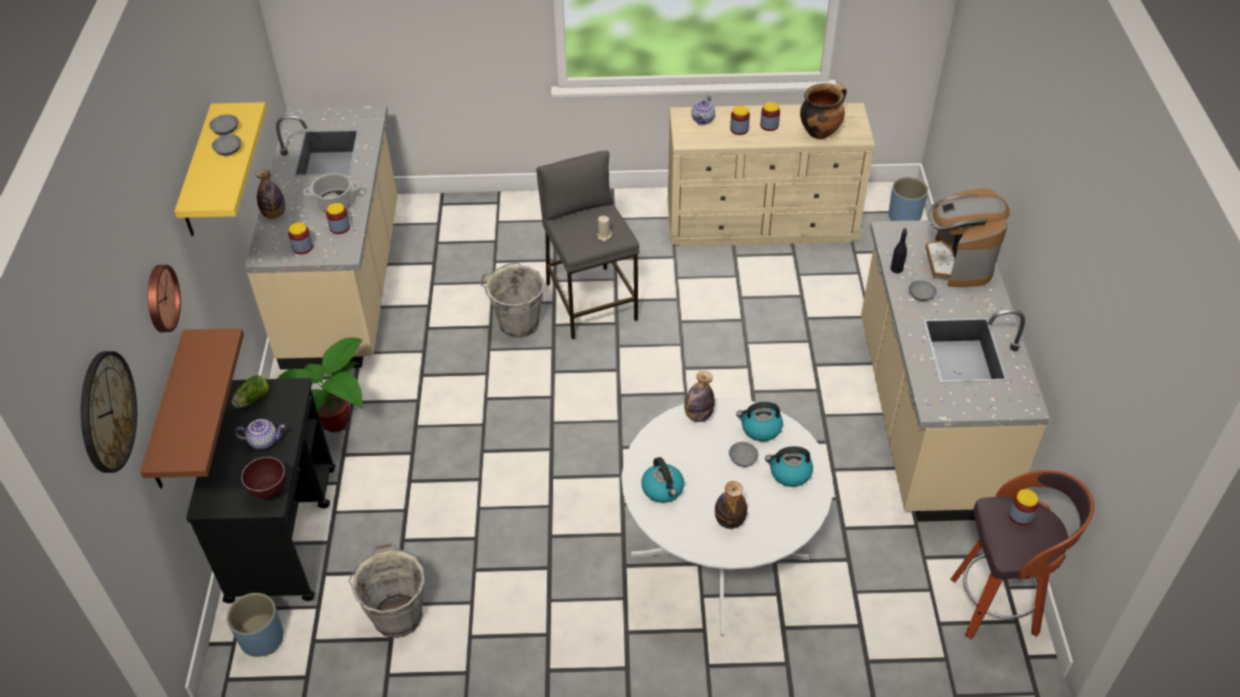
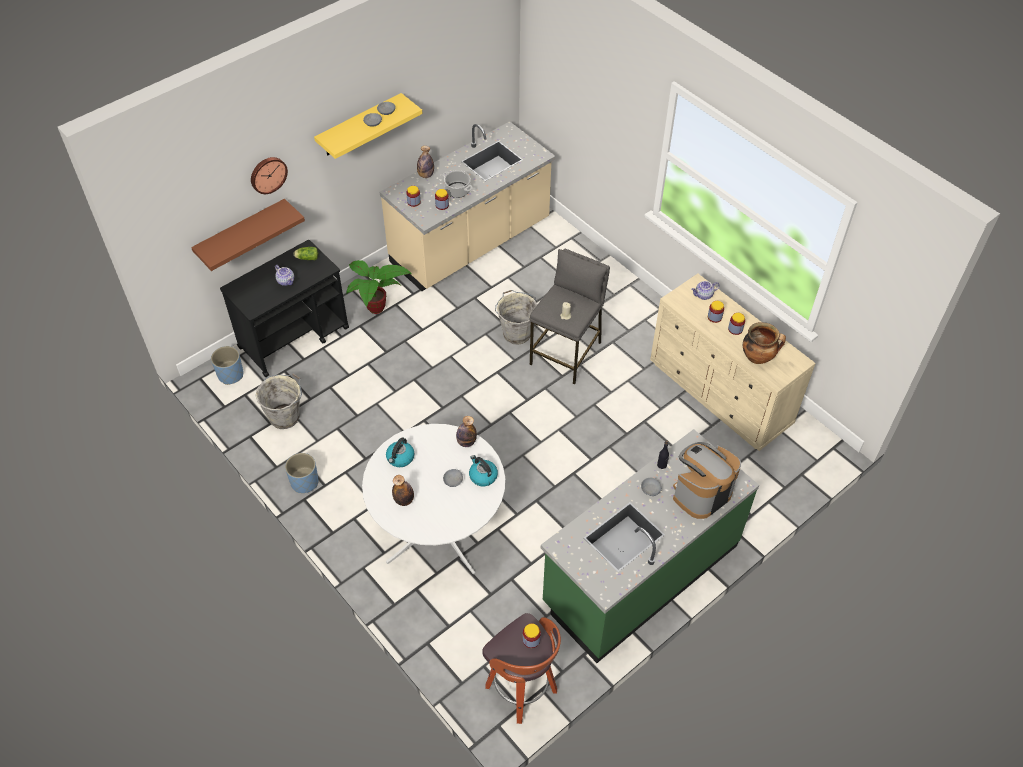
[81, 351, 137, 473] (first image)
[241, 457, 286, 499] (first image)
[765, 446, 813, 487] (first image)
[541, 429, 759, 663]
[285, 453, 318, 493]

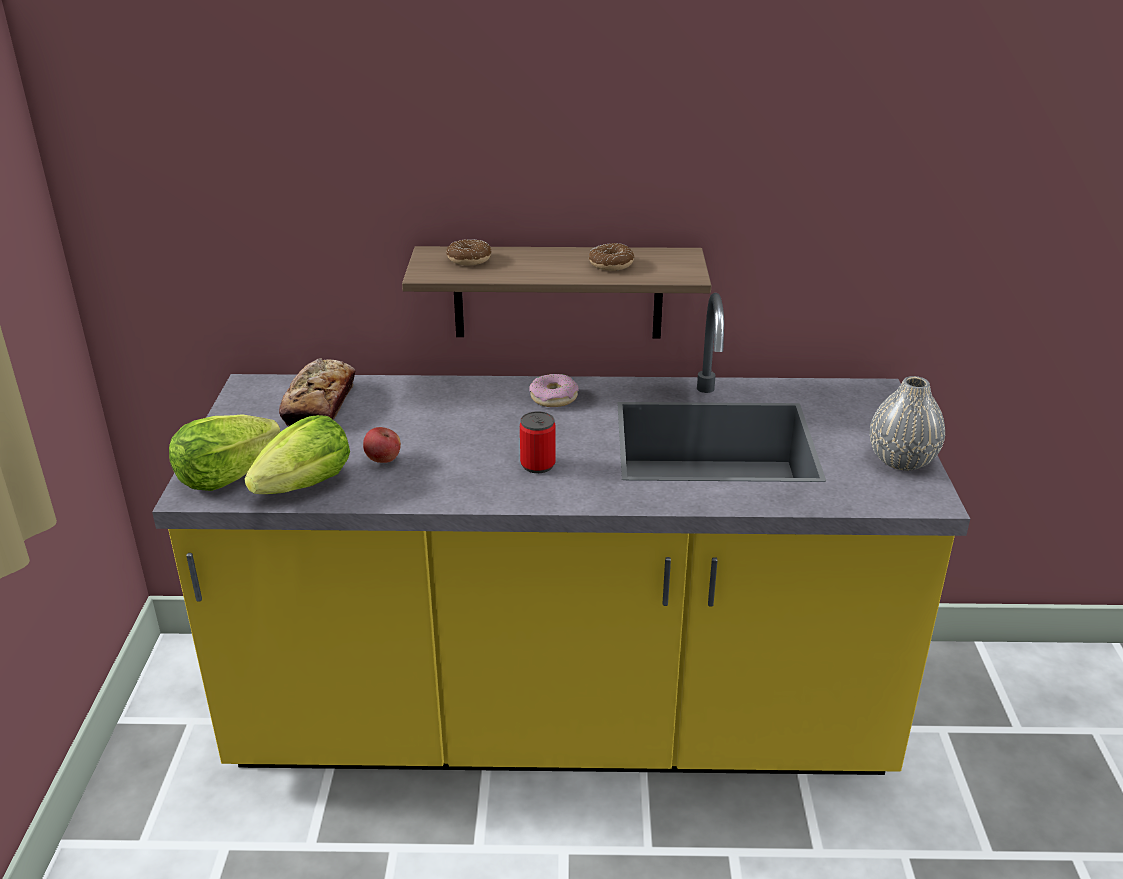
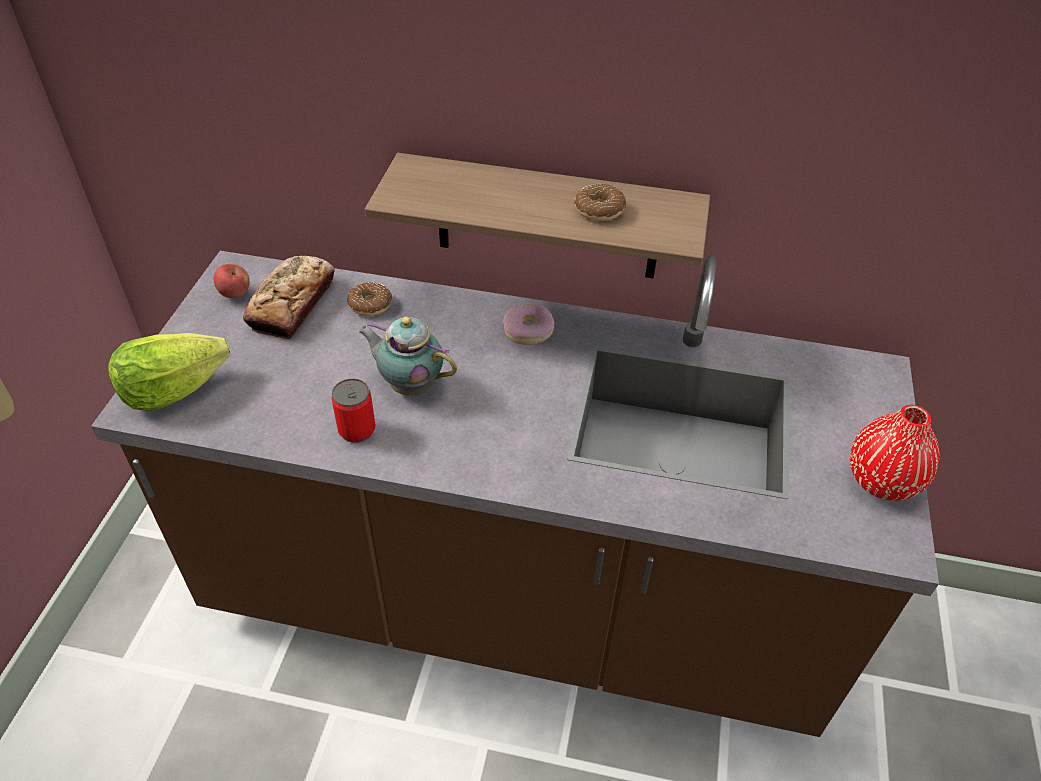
[91, 251, 939, 737]
[244, 415, 350, 494] (first image)
[214, 264, 250, 298]
[347, 282, 392, 316]
[332, 379, 375, 443]
[850, 405, 939, 501]
[358, 317, 457, 396]

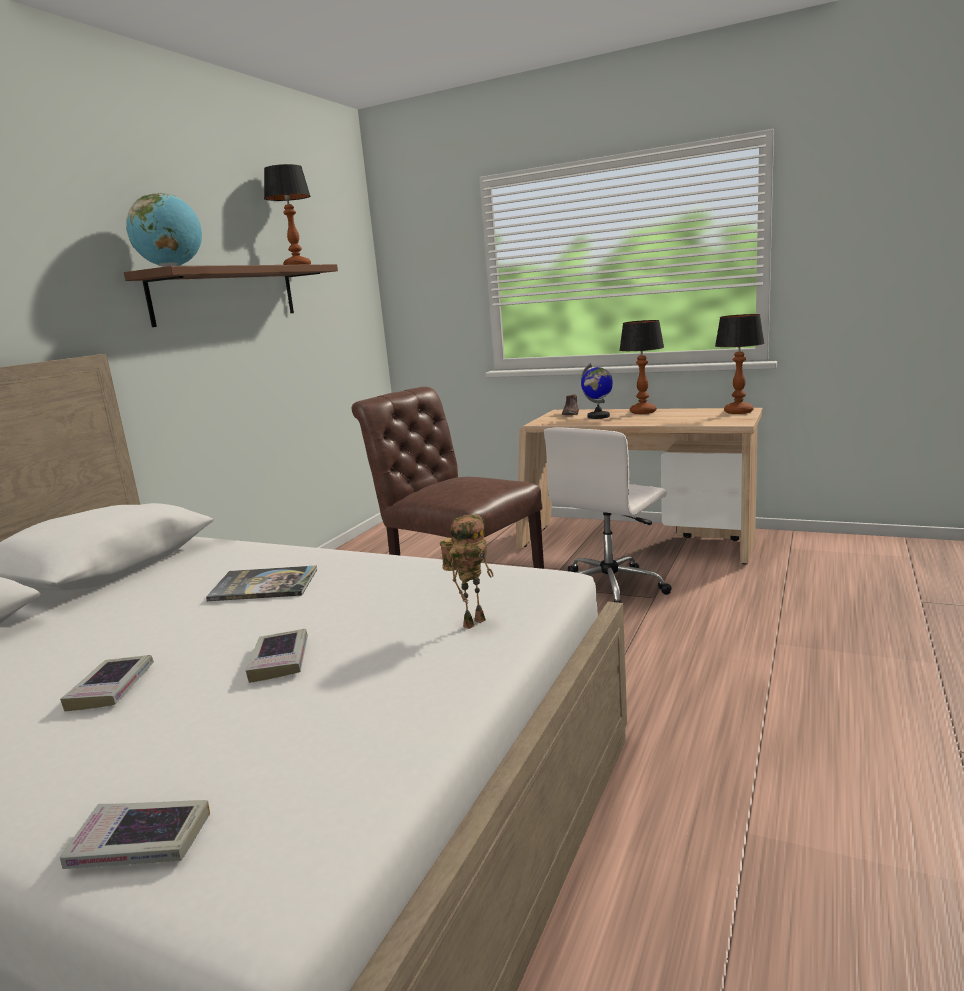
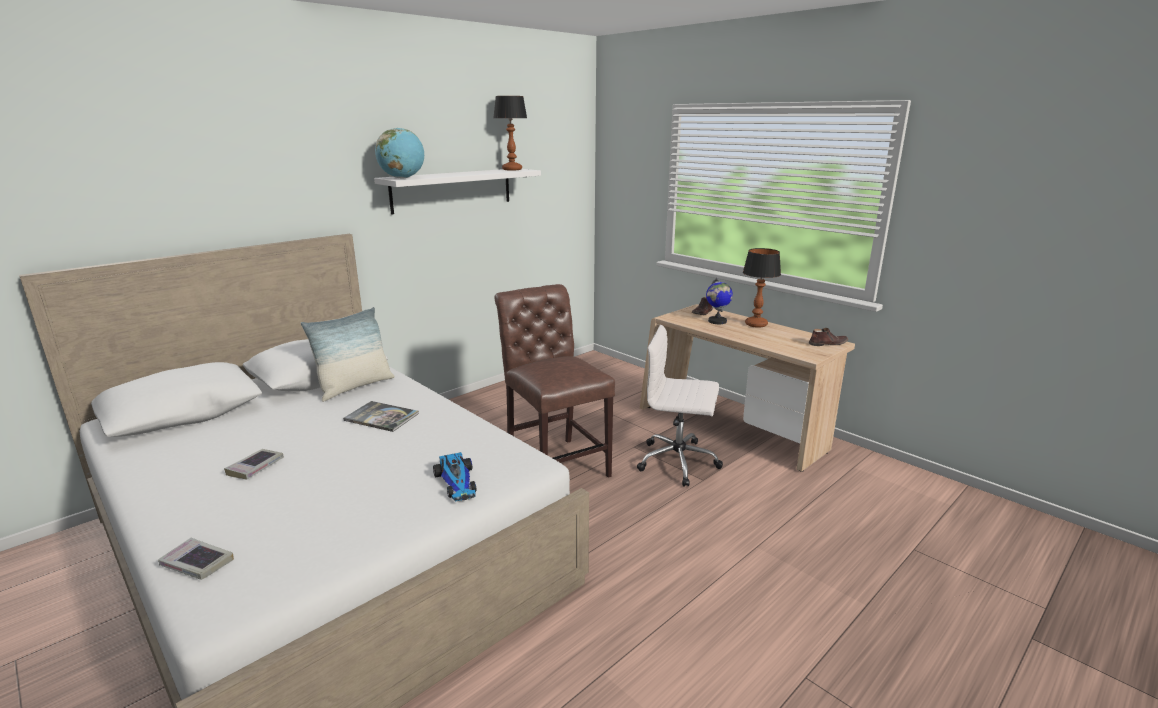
[374, 169, 541, 215]
[246, 629, 308, 683] (first image)
[433, 452, 477, 501]
[637, 325, 723, 487]
[809, 328, 848, 346]
[300, 307, 395, 402]

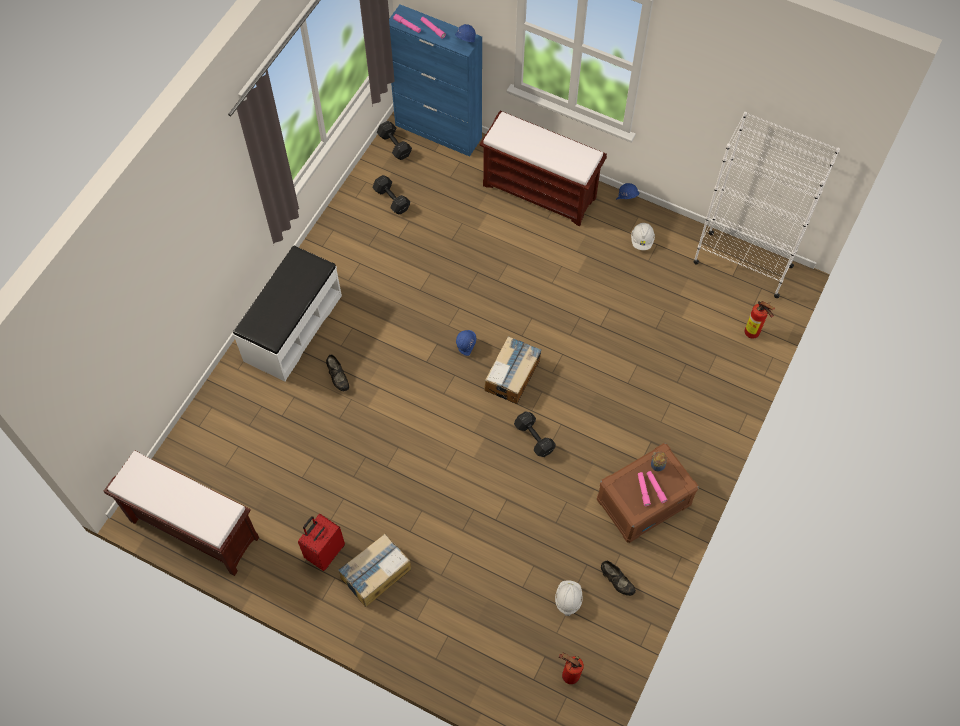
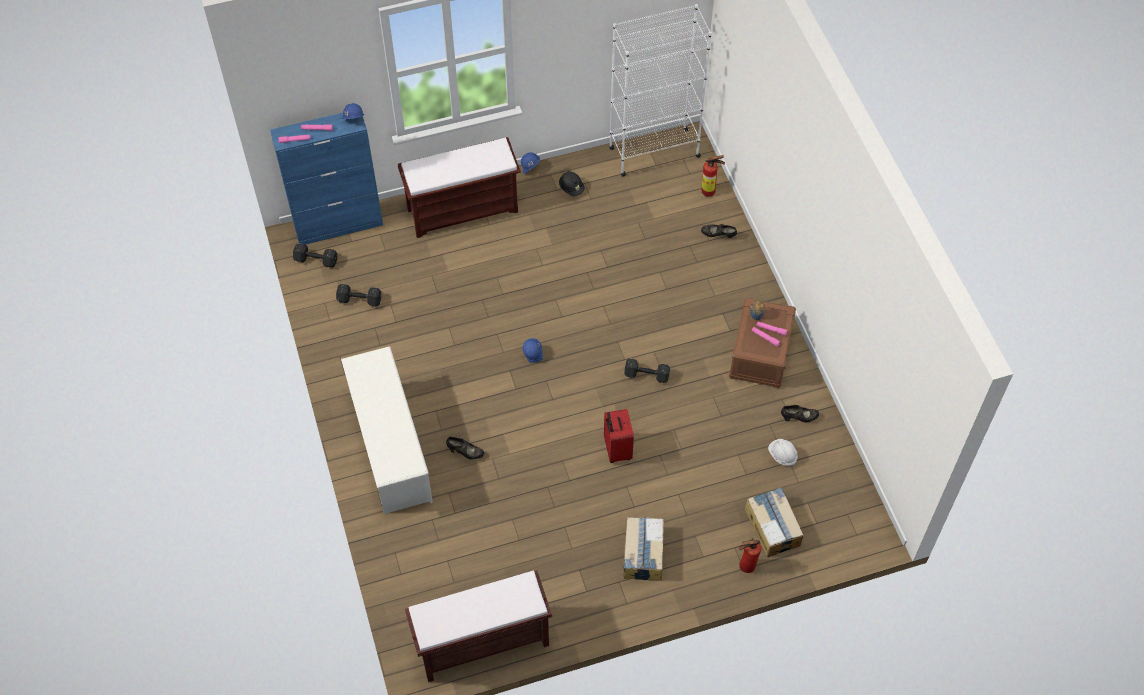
[341, 346, 433, 514]
[604, 409, 634, 463]
[745, 487, 804, 557]
[739, 538, 761, 573]
[559, 171, 585, 196]
[701, 224, 737, 238]

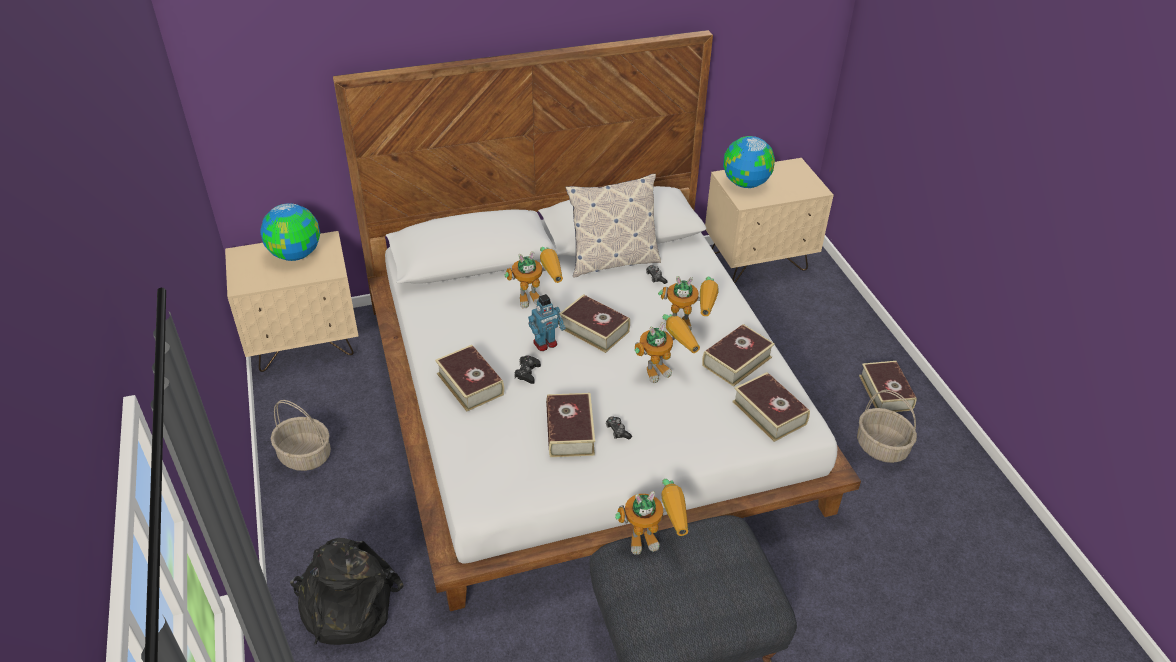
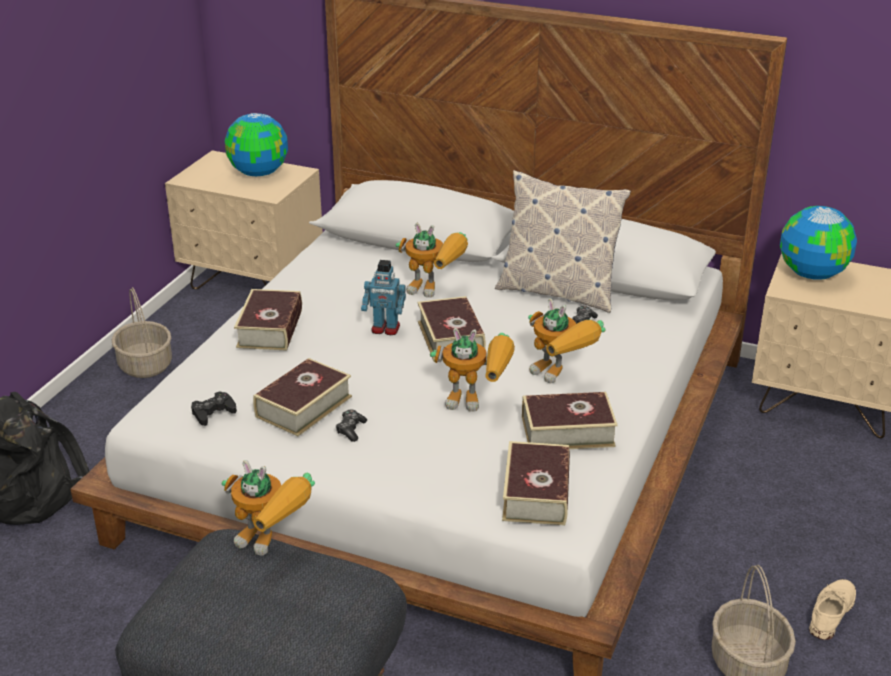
[191, 391, 237, 426]
[809, 579, 856, 640]

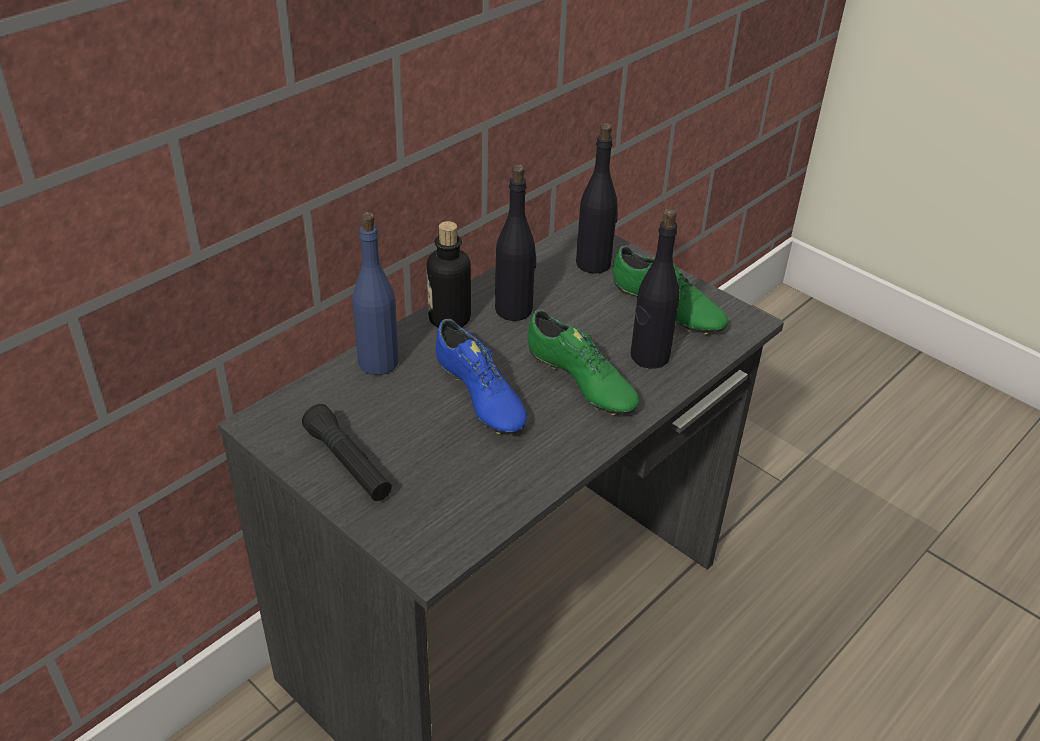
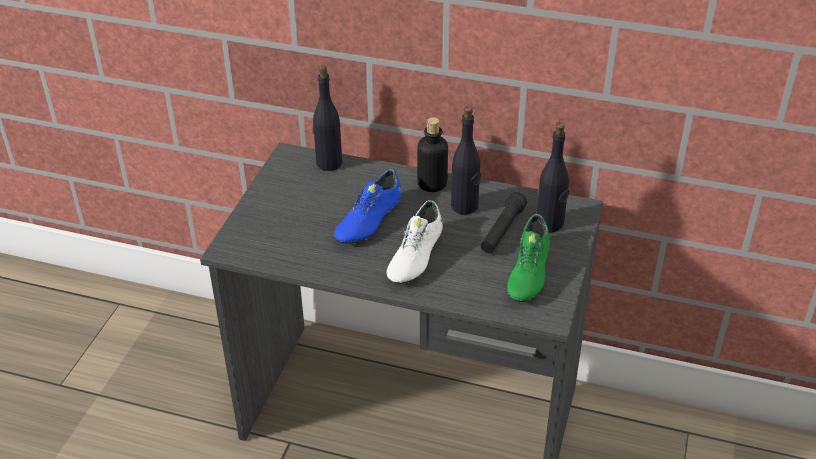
[480, 192, 527, 253]
[352, 212, 399, 375] (first image)
[387, 200, 443, 284]
[313, 65, 342, 171]

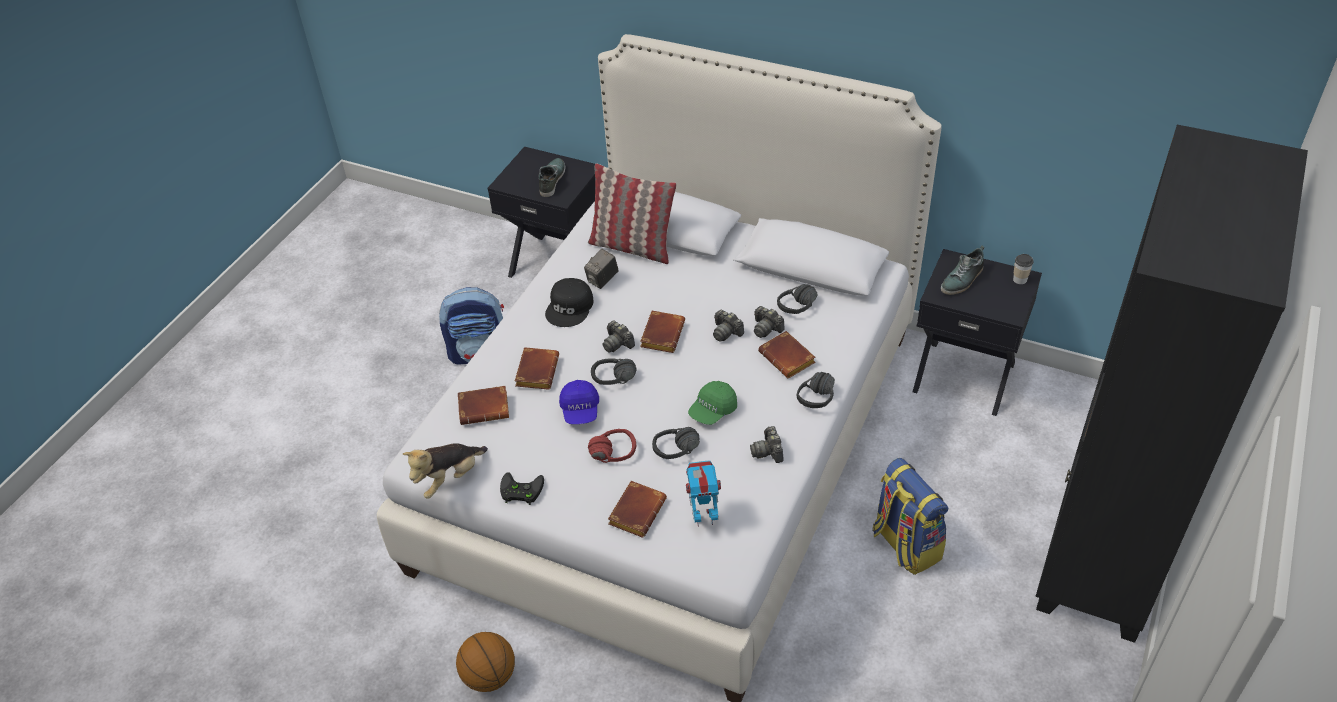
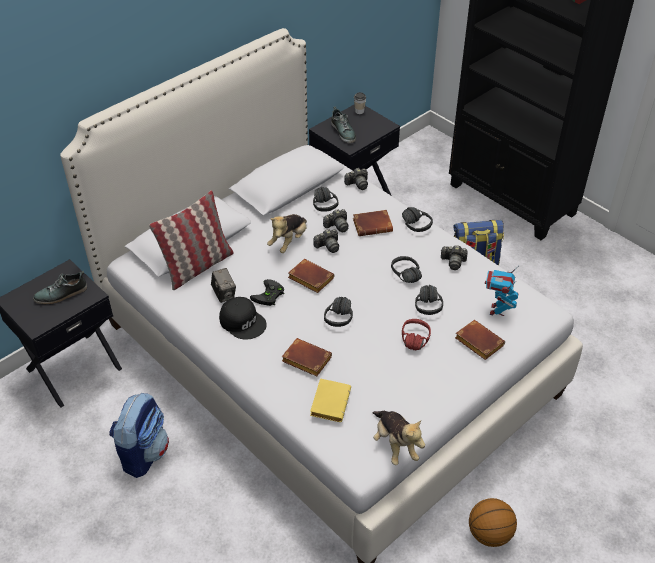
[310, 378, 351, 422]
[250, 279, 284, 306]
[33, 271, 87, 304]
[559, 380, 599, 424] (first image)
[344, 168, 368, 190]
[391, 256, 422, 283]
[267, 214, 307, 253]

